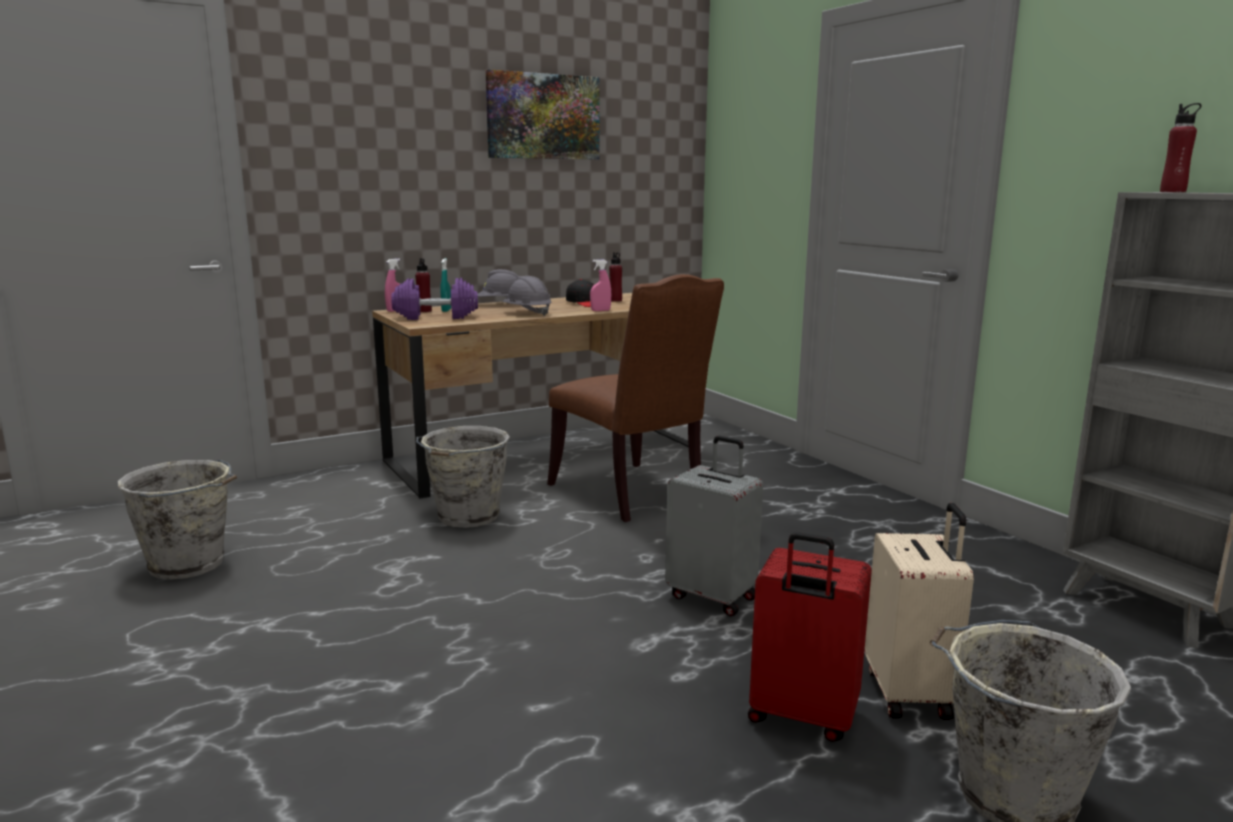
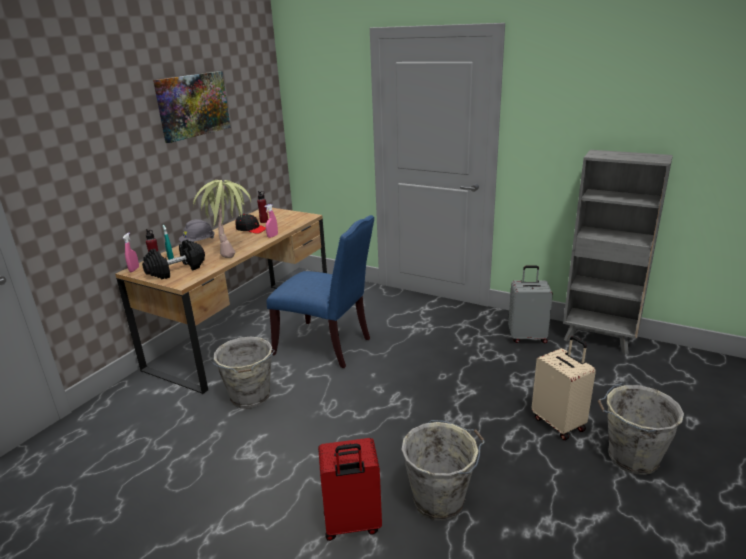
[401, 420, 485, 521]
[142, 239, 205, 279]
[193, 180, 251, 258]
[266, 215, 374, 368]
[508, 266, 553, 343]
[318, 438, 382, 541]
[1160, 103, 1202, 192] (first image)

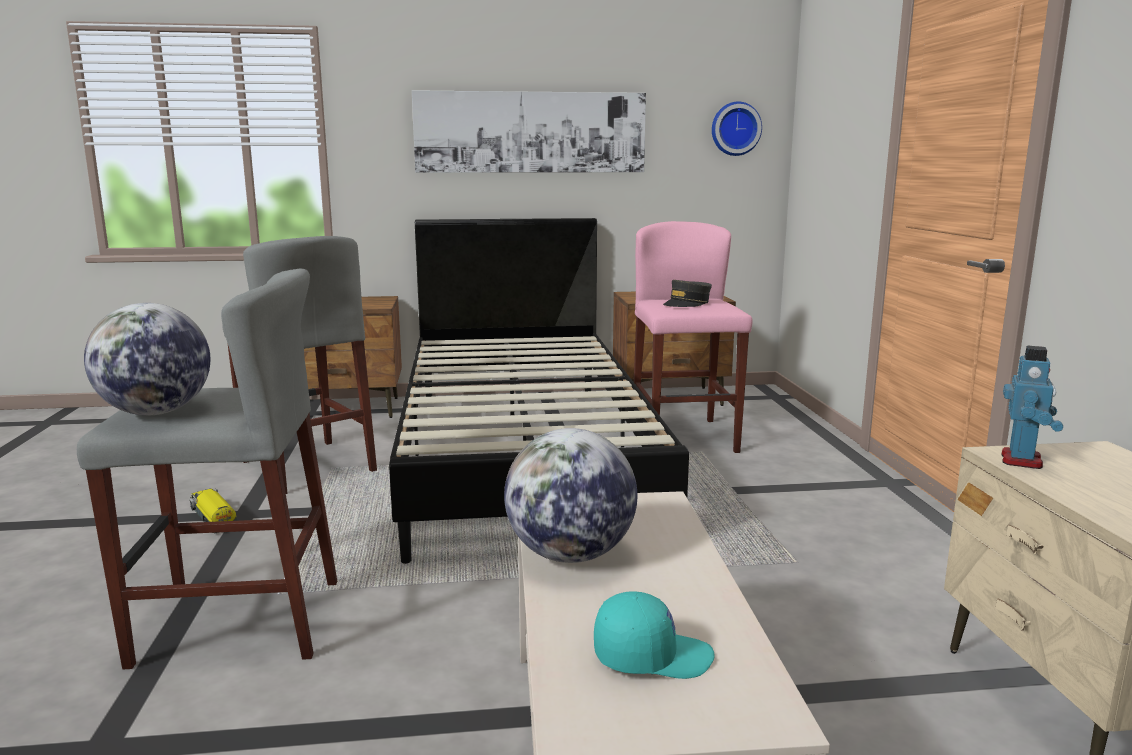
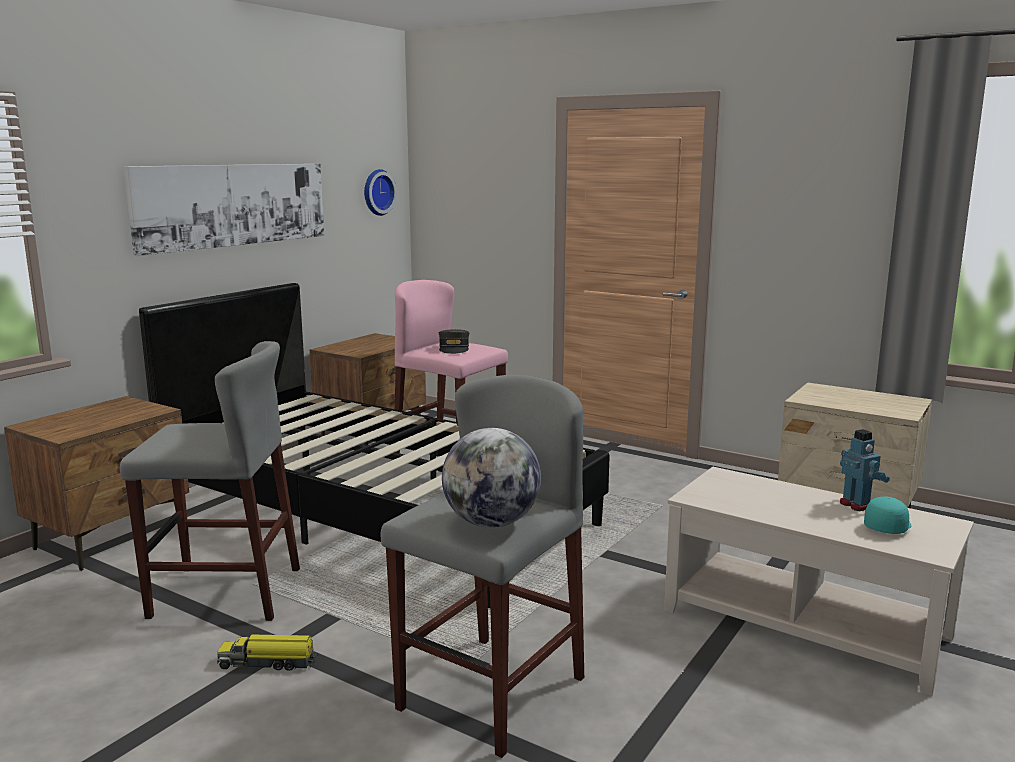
[504, 428, 637, 563] (first image)
[840, 429, 890, 511]

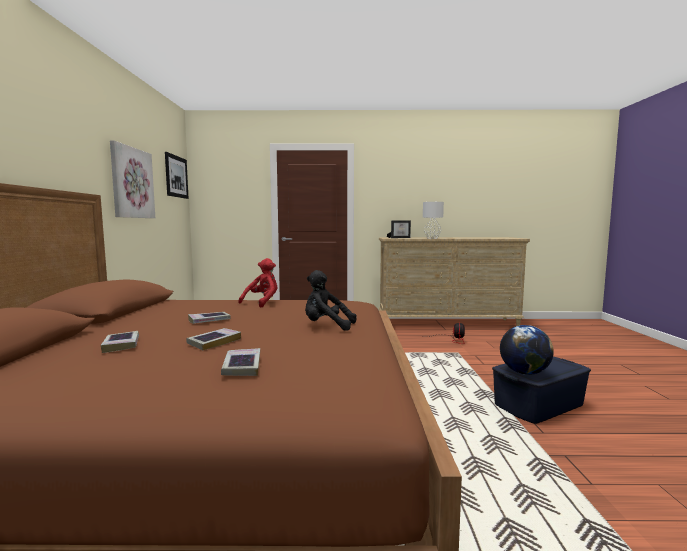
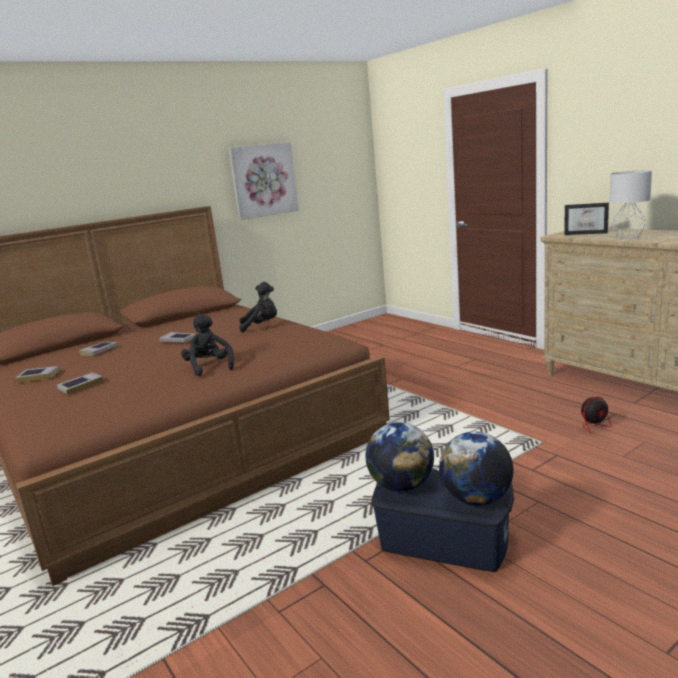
[165, 152, 189, 199] (first image)
[15, 366, 60, 382]
[239, 282, 277, 333]
[439, 431, 514, 506]

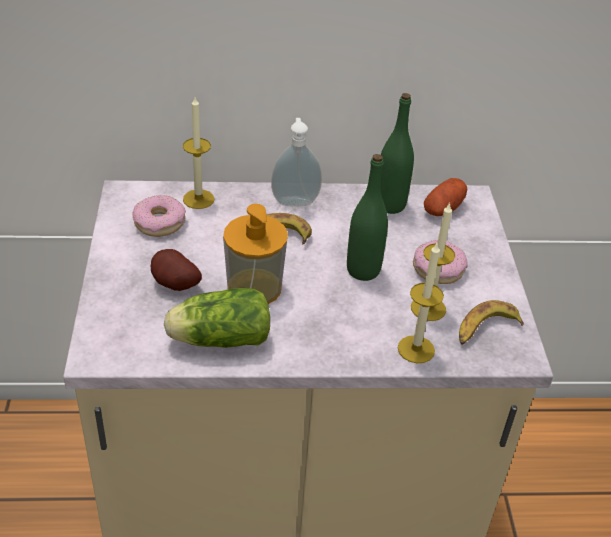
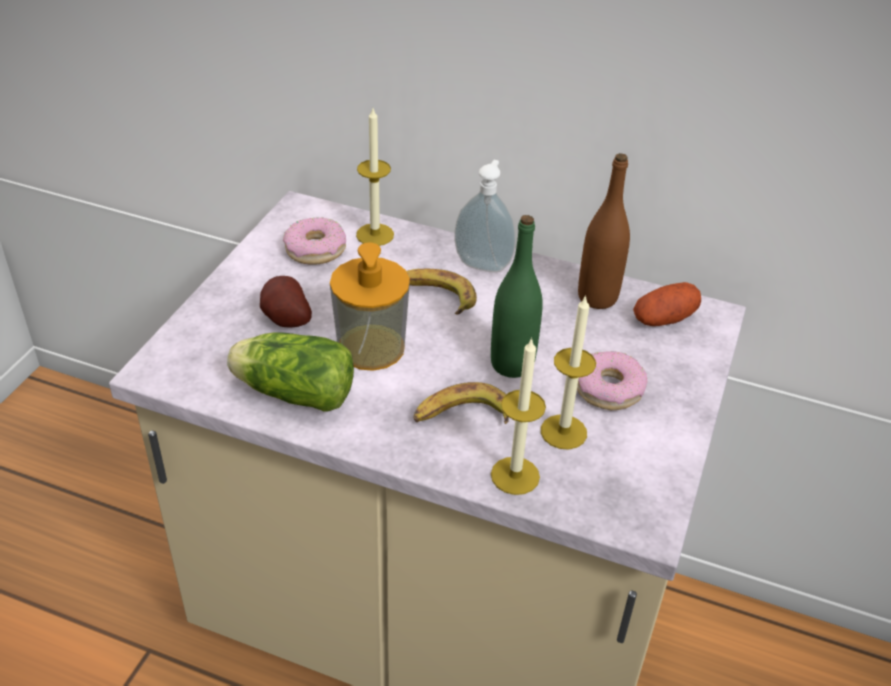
[578, 153, 630, 309]
[413, 382, 509, 424]

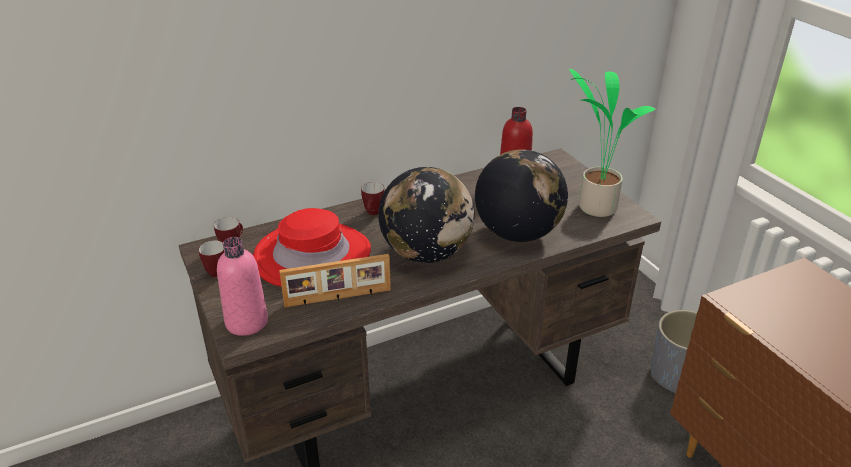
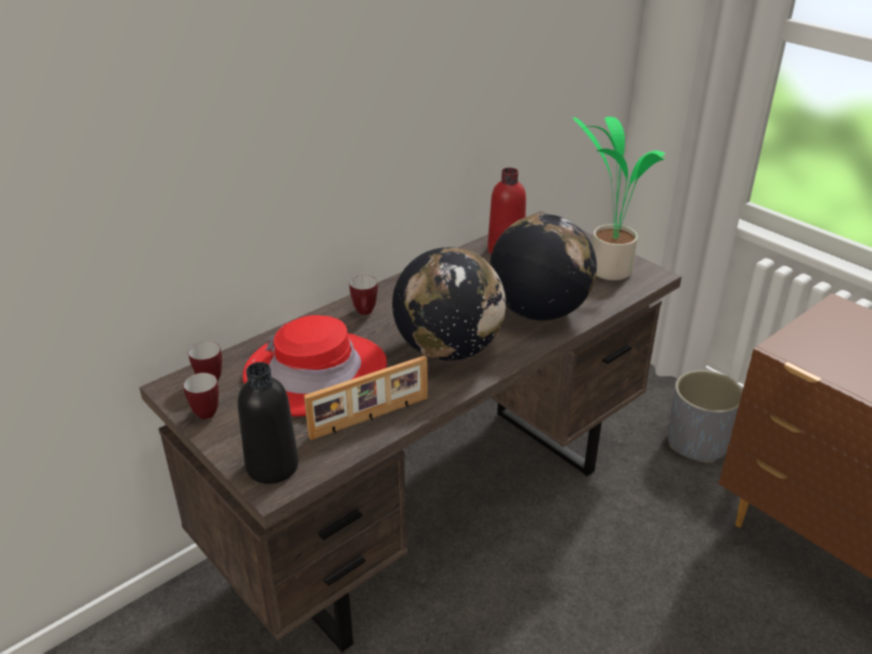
[238, 362, 299, 484]

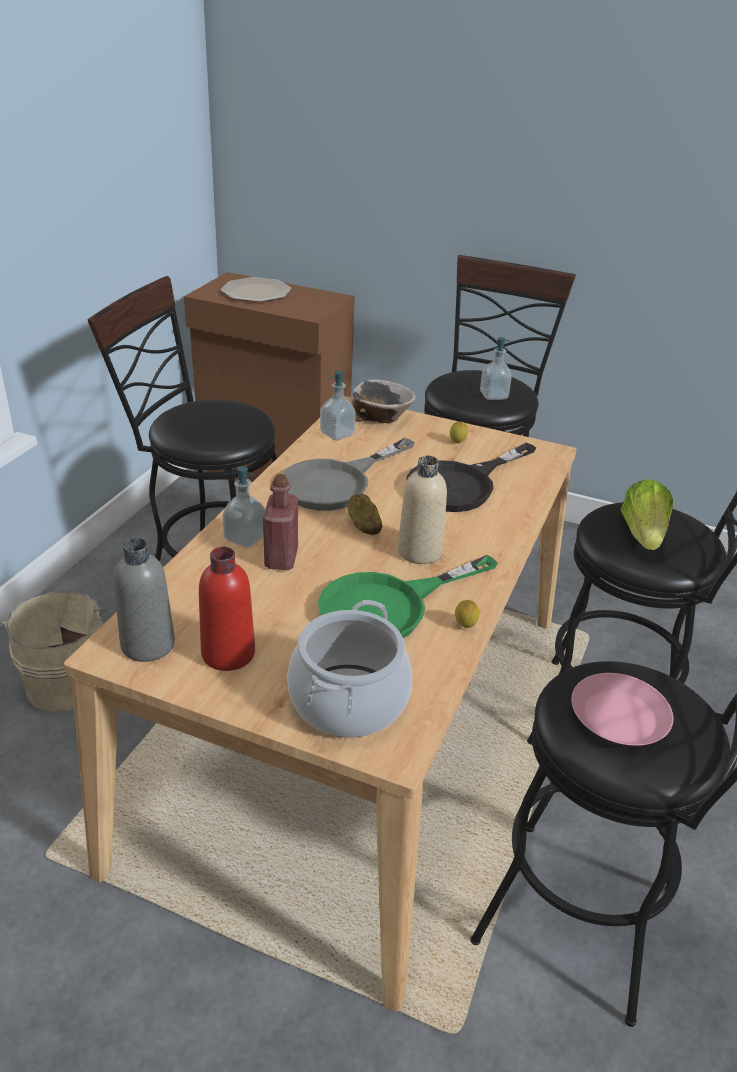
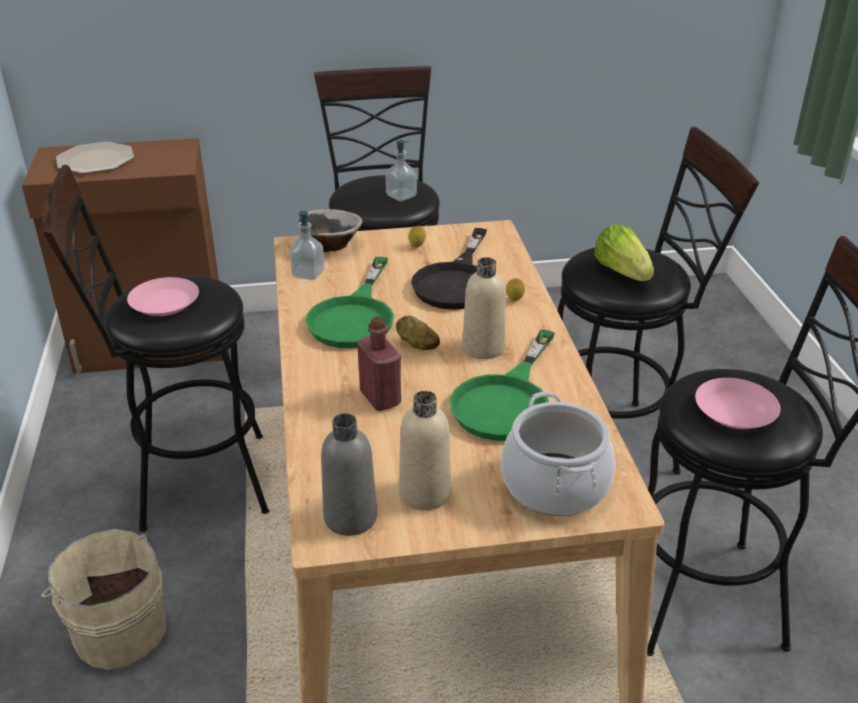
[399, 391, 451, 510]
[223, 466, 265, 548] (first image)
[305, 257, 394, 348]
[506, 278, 525, 301]
[127, 277, 199, 316]

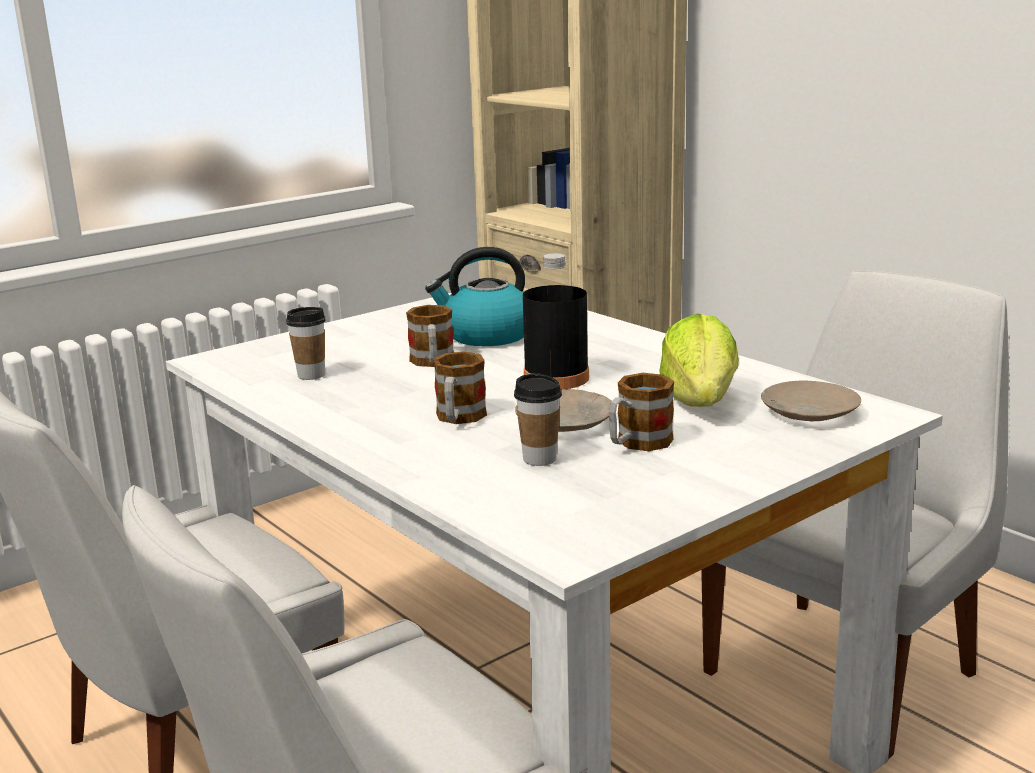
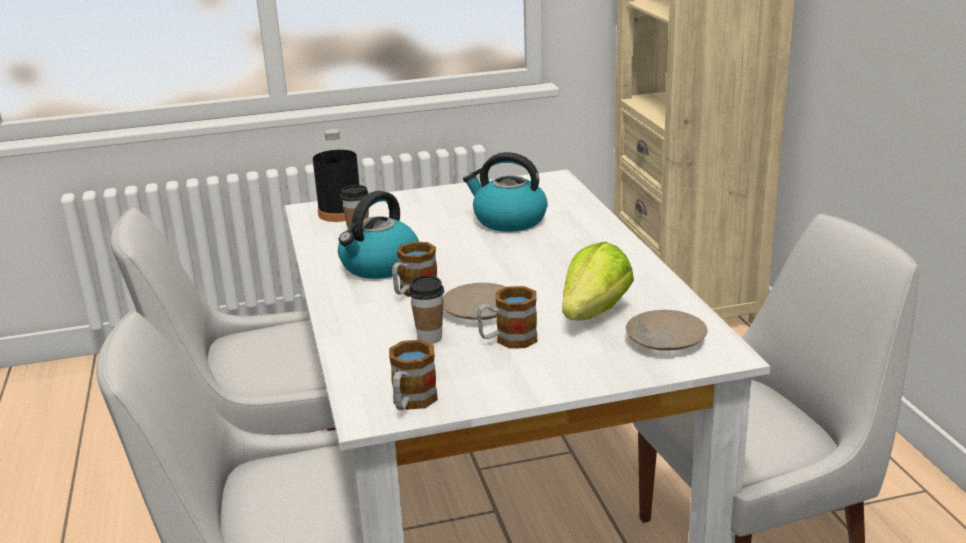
[389, 340, 438, 410]
[313, 129, 359, 222]
[338, 191, 419, 279]

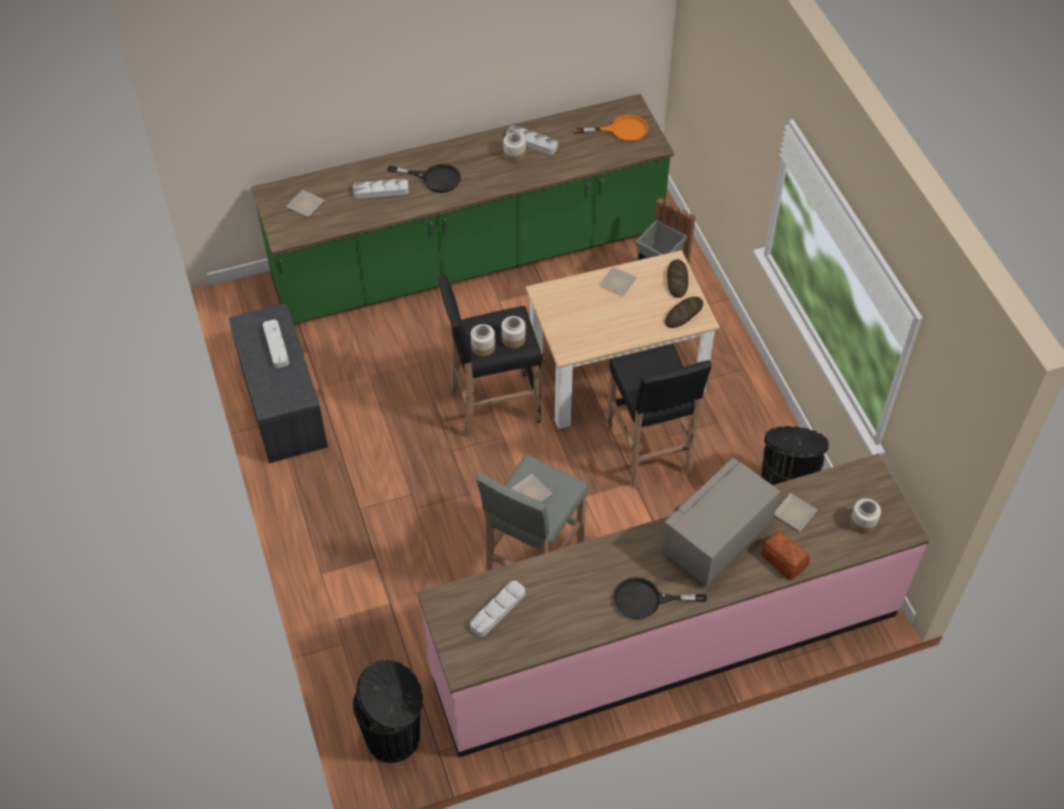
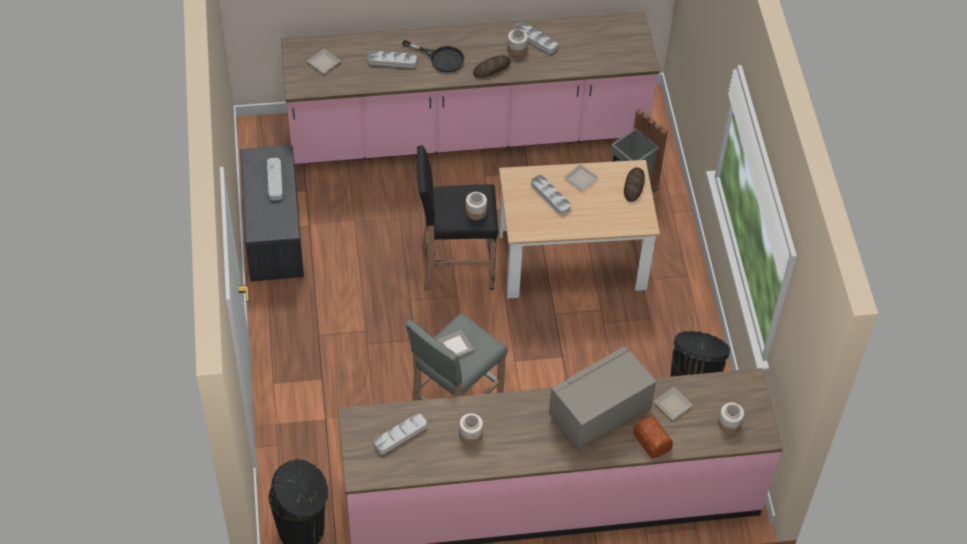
[281, 12, 660, 164]
[459, 413, 483, 444]
[575, 115, 648, 142] (first image)
[606, 344, 712, 488] (first image)
[614, 577, 707, 619] (first image)
[473, 56, 511, 78]
[531, 175, 571, 215]

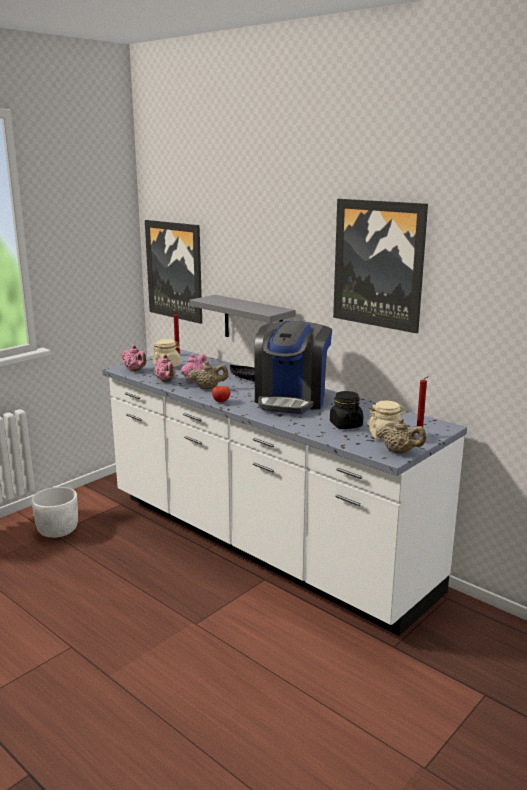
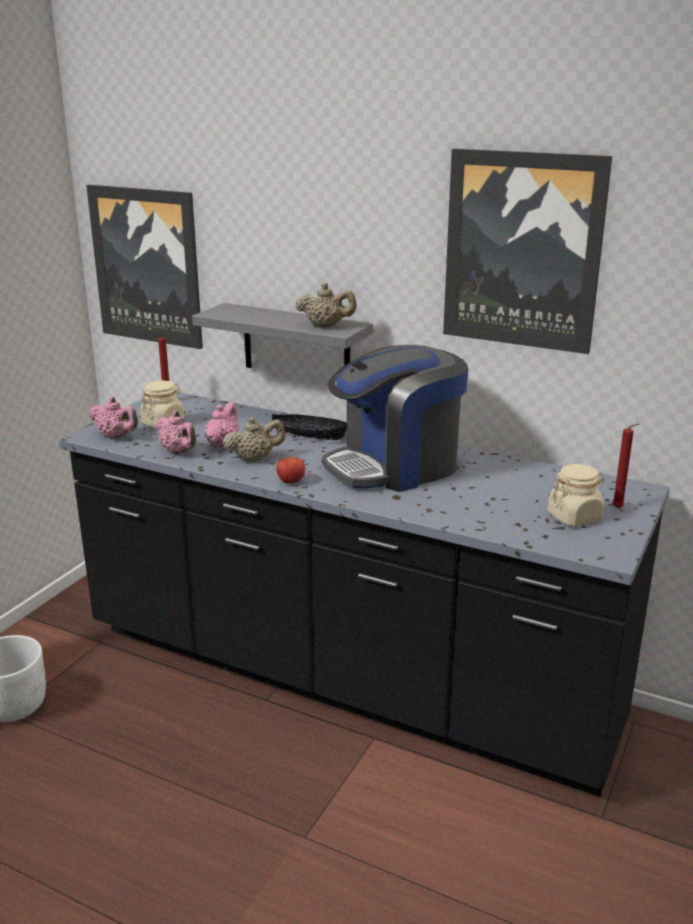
[59, 393, 670, 797]
[322, 345, 468, 492]
[330, 391, 363, 429] (first image)
[296, 283, 357, 327]

